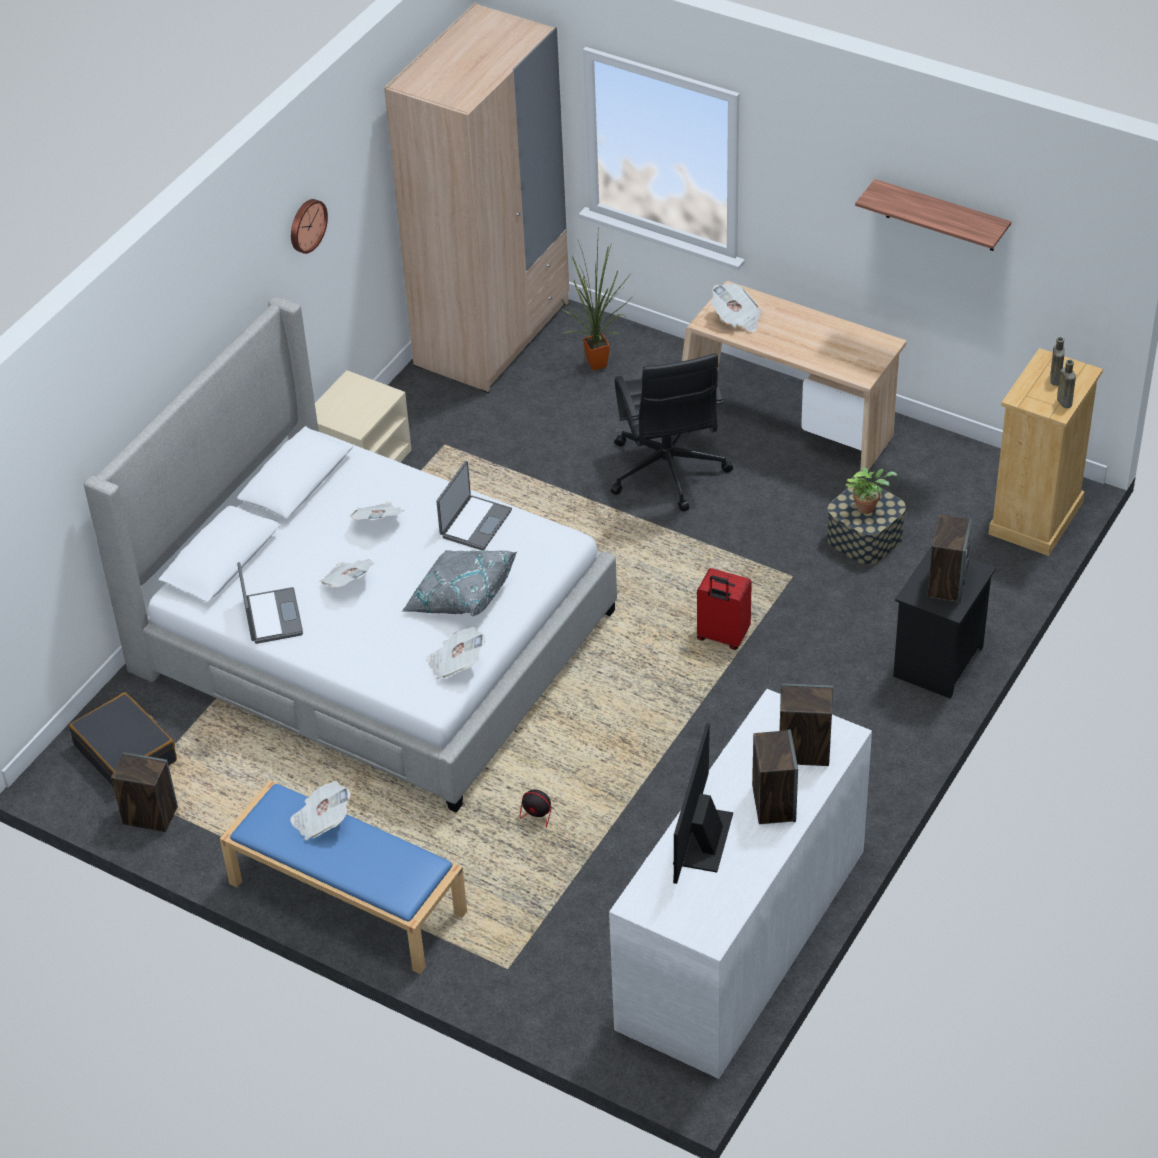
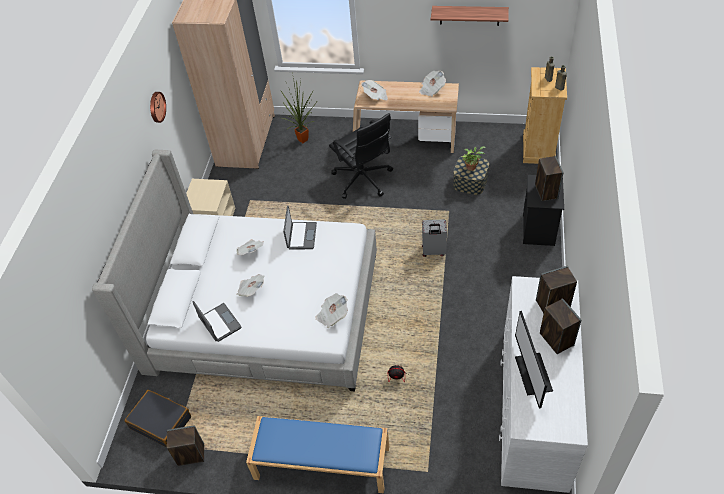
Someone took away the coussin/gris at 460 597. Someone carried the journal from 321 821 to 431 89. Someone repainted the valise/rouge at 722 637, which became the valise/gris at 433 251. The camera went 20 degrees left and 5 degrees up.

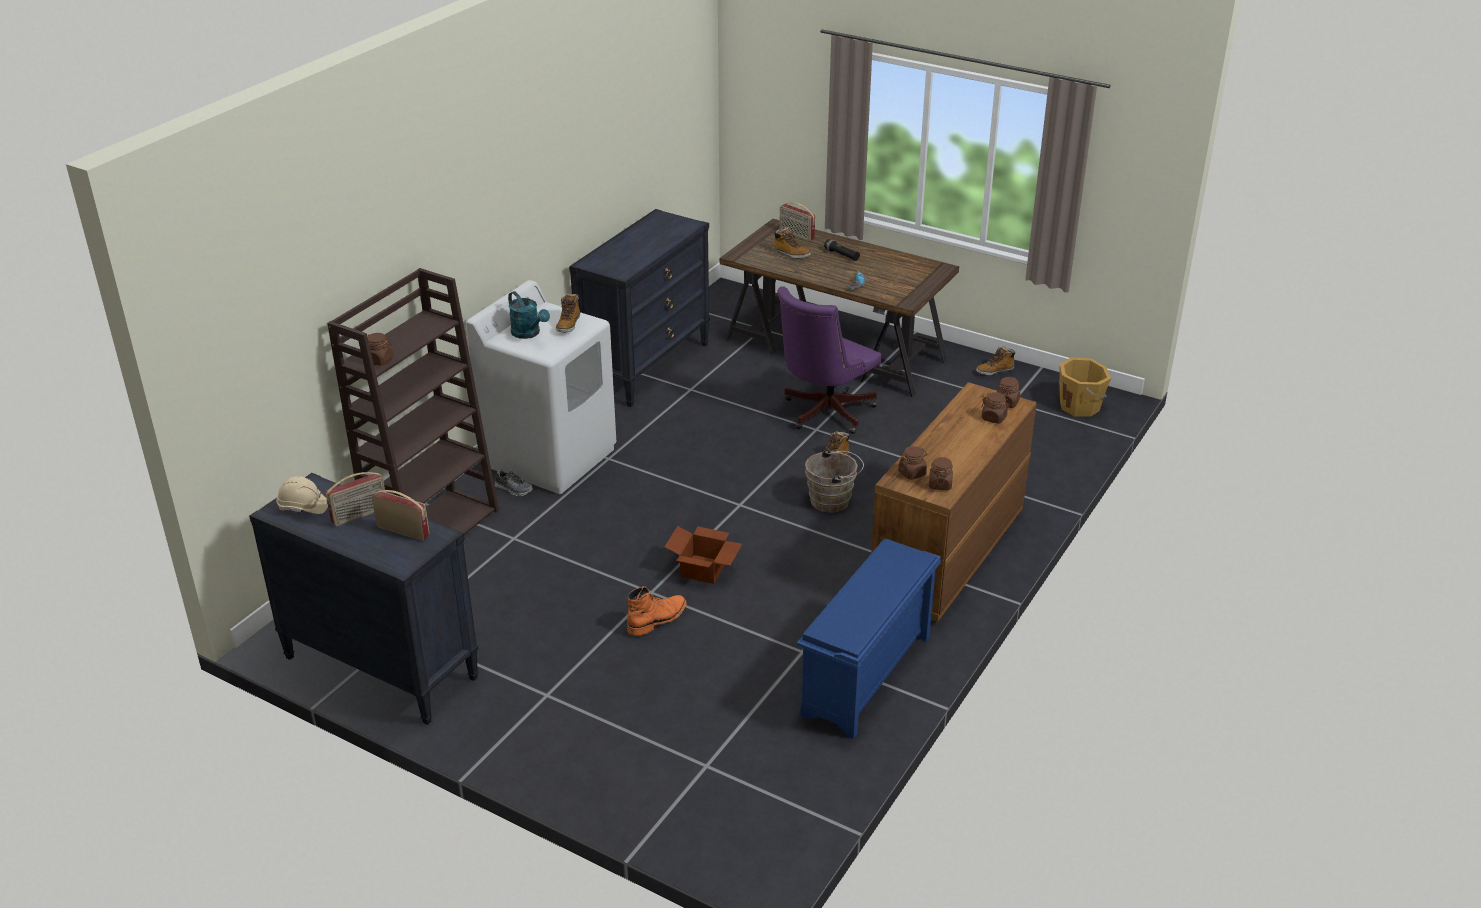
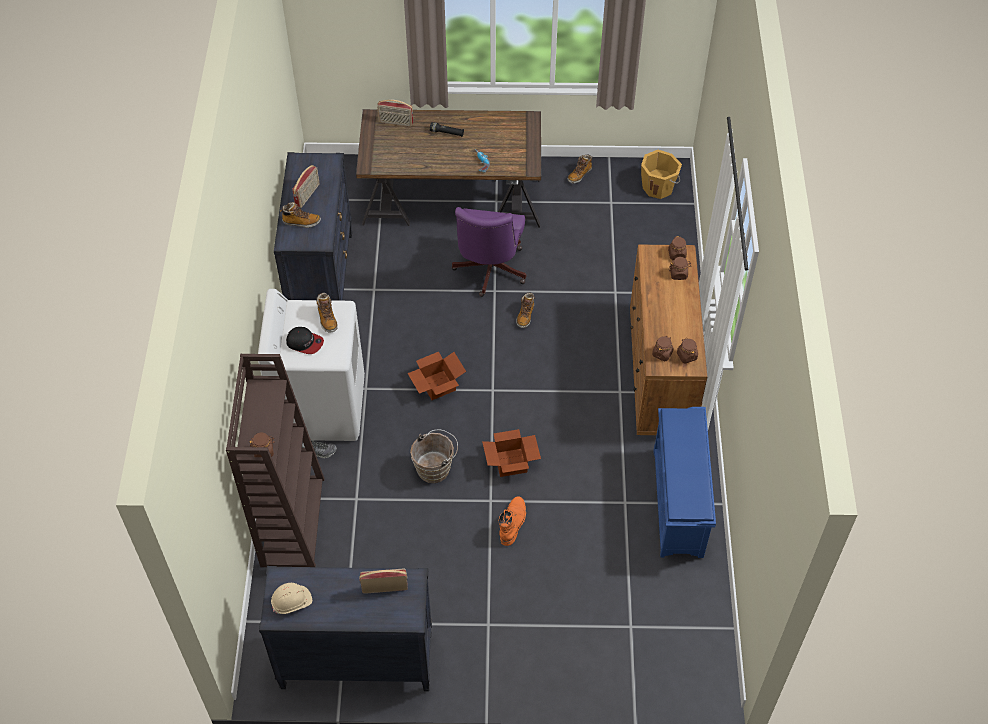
Someone put down the carton at 436 385. Someone carried the radio from 360 515 to 308 195. Someone carried the botte from 791 254 to 301 222. Someone carried the seau/marron from 833 501 to 436 468. Someone swapped the arrosoir/turquoise at 529 334 for the casquette at 305 343. The camera went 30 degrees left and 20 degrees up.

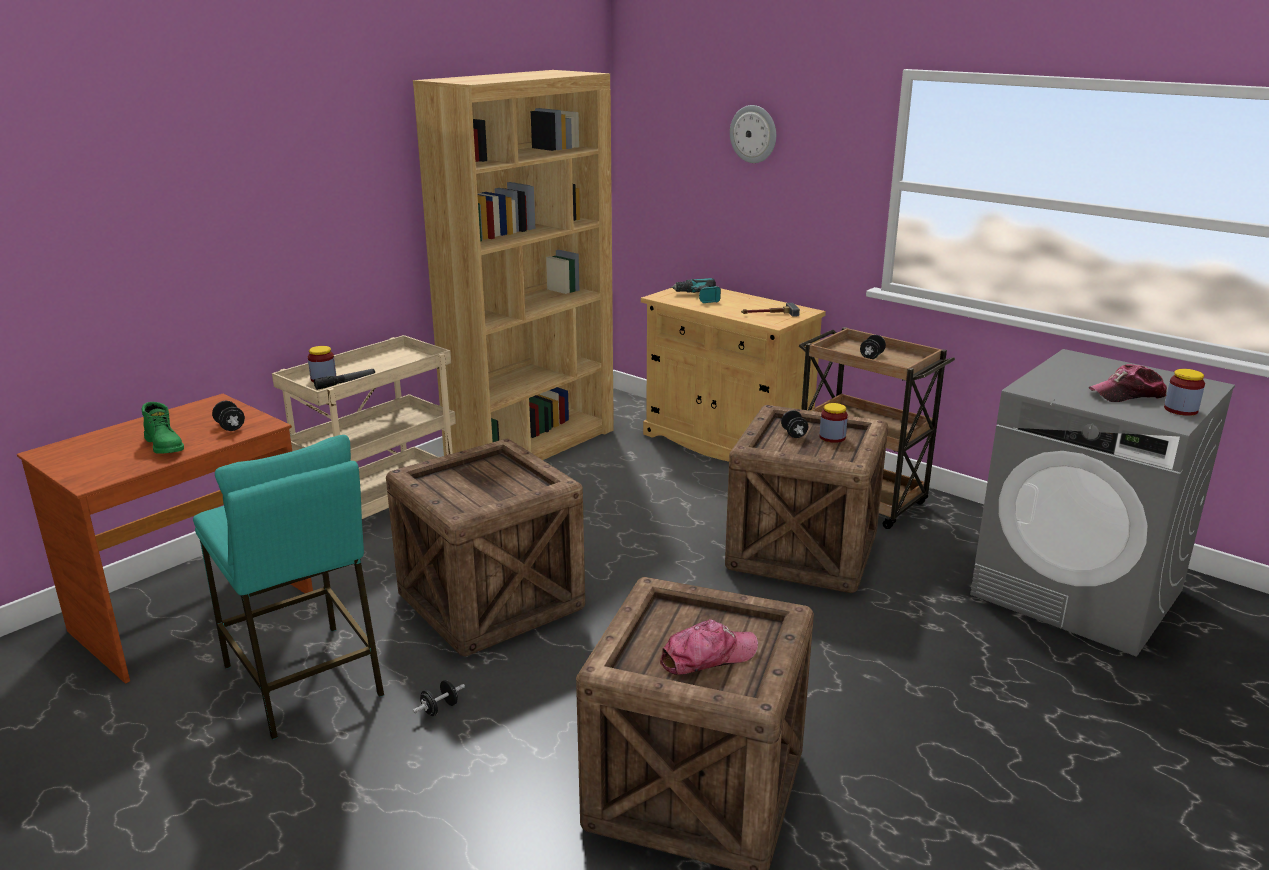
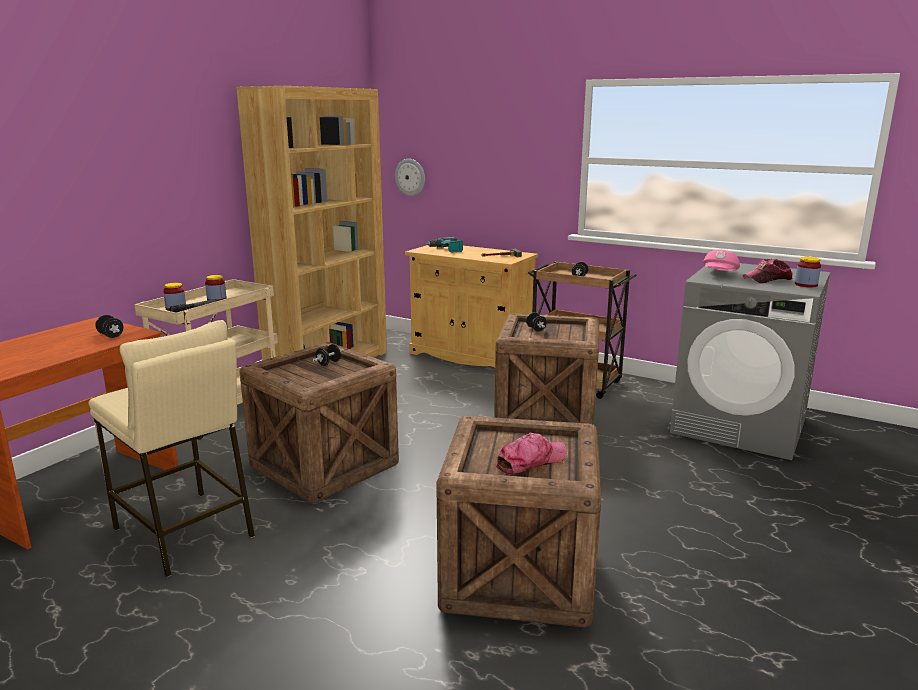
Someone took away the botte/vert at 165 446. Someone put down the casquette/rose at 720 274. Someone carried the haltère/noir from 440 709 to 328 363. Someone carried the horloge murale from 753 134 to 410 177. Someone carried the bocal from 832 437 to 216 299. Someone repainted the tabouret/turquoise at 303 680, which became the tabouret/beige at 184 532. The camera went 10 degrees left and 5 degrees down.

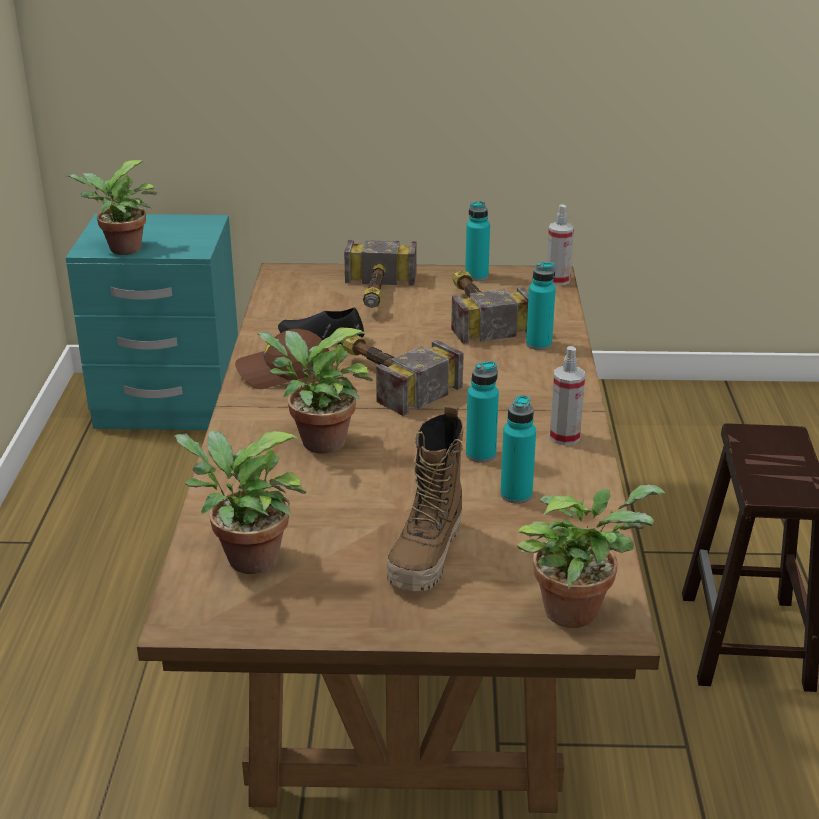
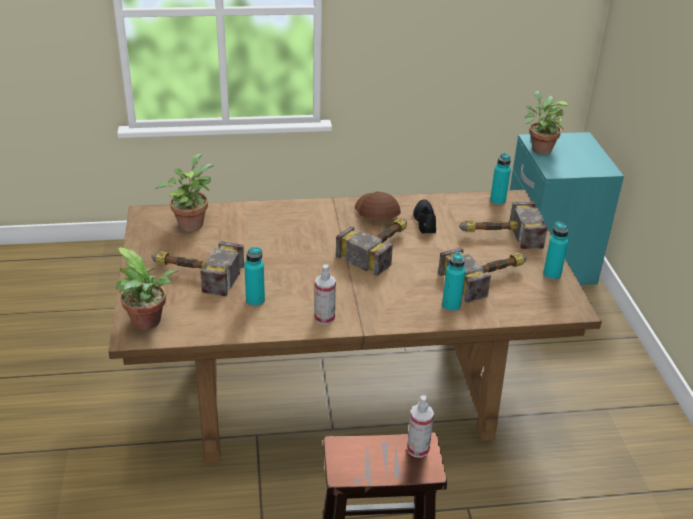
Someone took away the plante en pot at 317 443. Someone carried the bouteille/turquoise from 480 454 to 497 201. Someone carried the vaporisateur from 557 280 to 418 449. Someone swapped the botte at 427 557 for the marteau at 193 274. The camera went 80 degrees right and 5 degrees up.

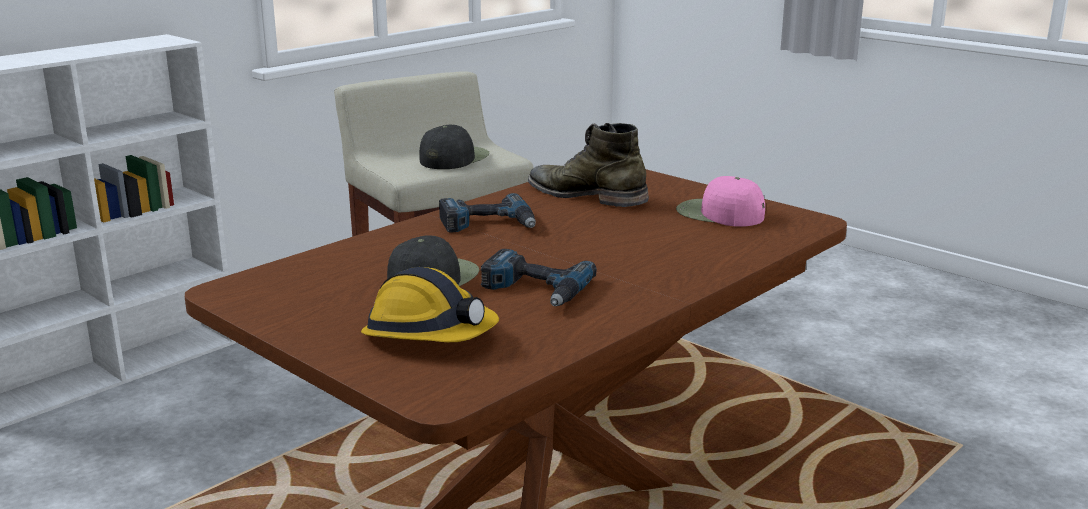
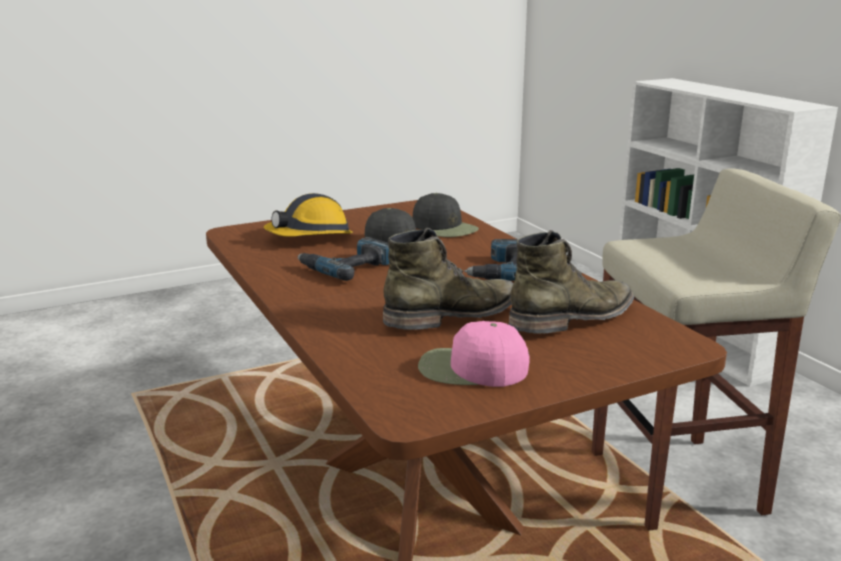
Someone put down the botte/vert at 454 315. Someone carried the casquette/noir from 453 158 to 445 227. Someone rotated the casquette/rose at 719 214 by 135 degrees counterclockwise. The camera went 110 degrees right and 0 degrees up.

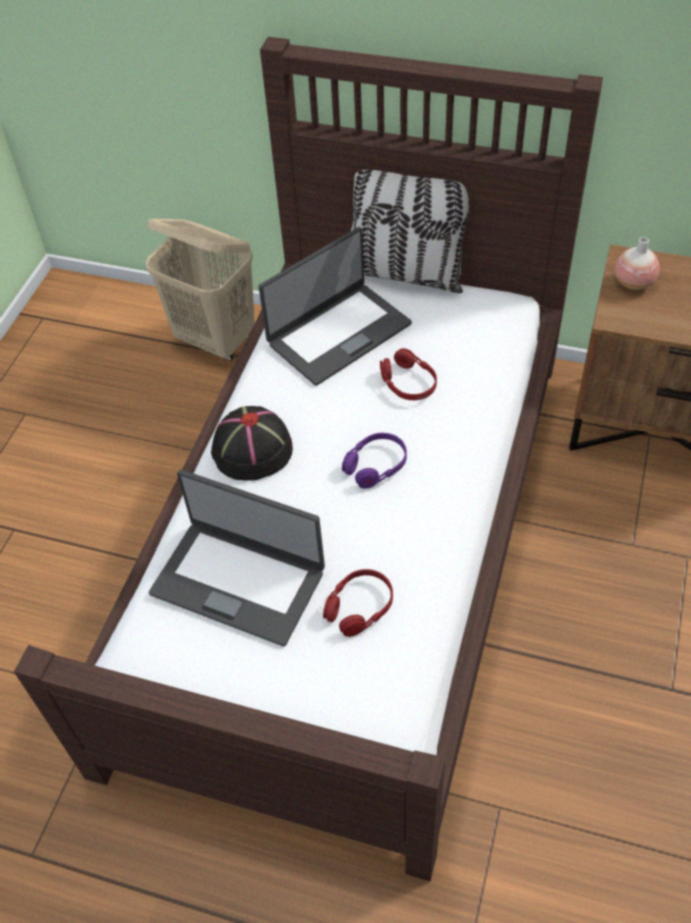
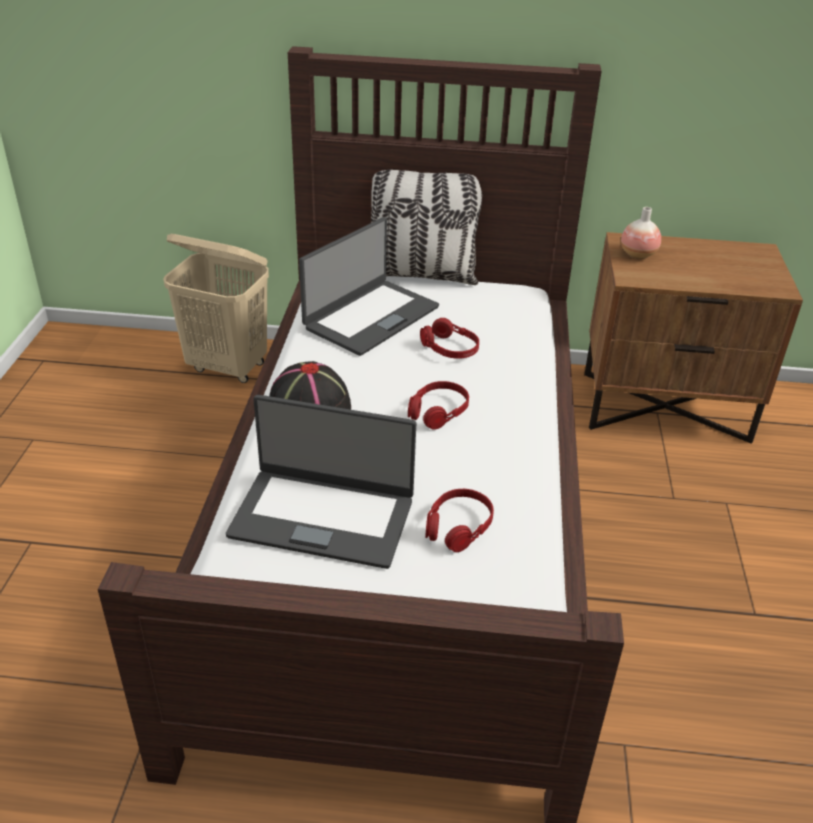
Someone repainted the casque audio/violet at 375 466, which became the casque audio/rouge at 438 412. The camera went 15 degrees left and 15 degrees down.

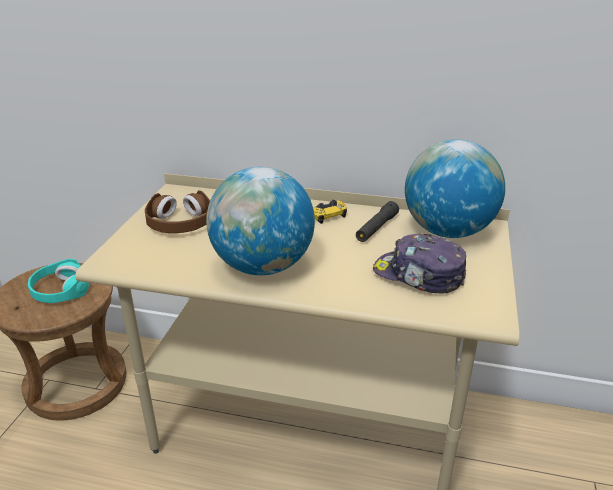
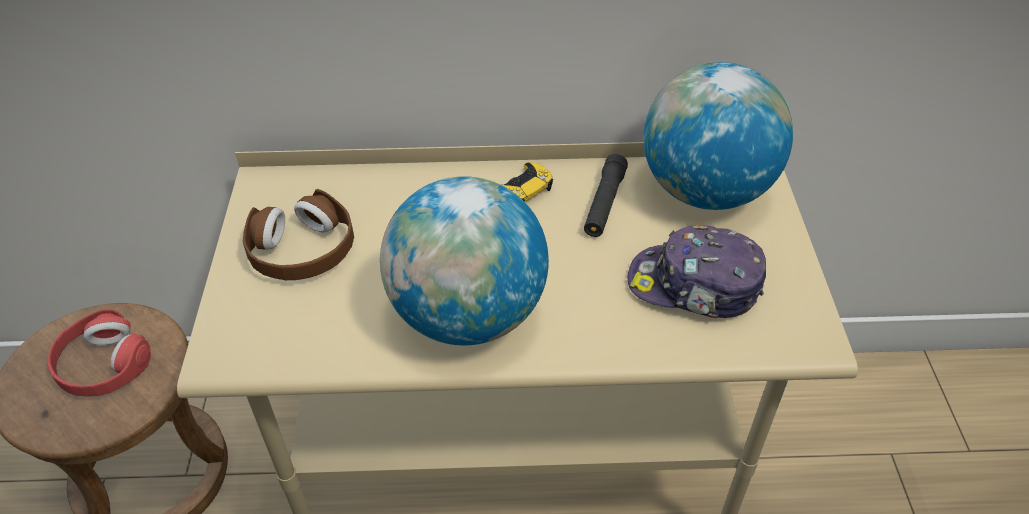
Someone repainted the casque audio/turquoise at 60 290, which became the casque audio/rouge at 103 365. The camera went 15 degrees left and 15 degrees up.

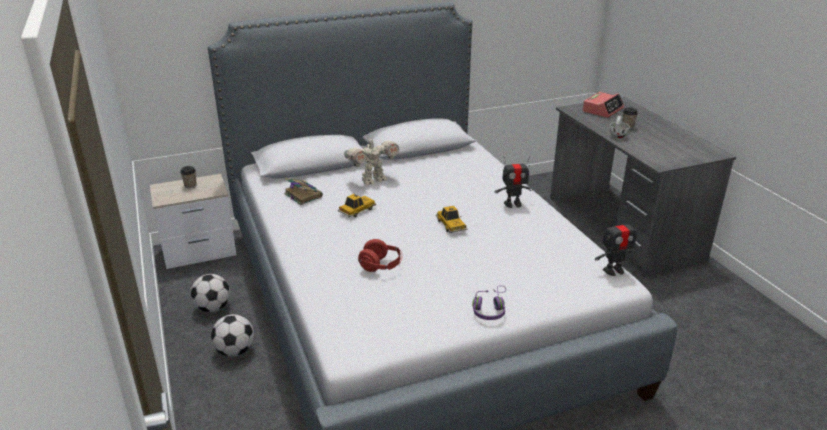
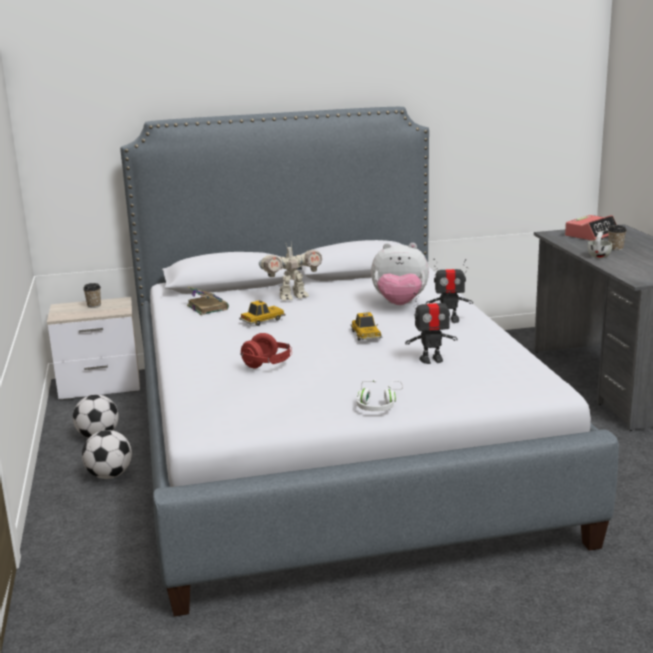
Someone put down the peluche at 399 304. Someone carried the robot jouet from 613 270 to 431 360. Someone repainted the casque audio/violet at 490 309, which became the casque audio/blanc at 379 405. The camera went 10 degrees right and 10 degrees down.

